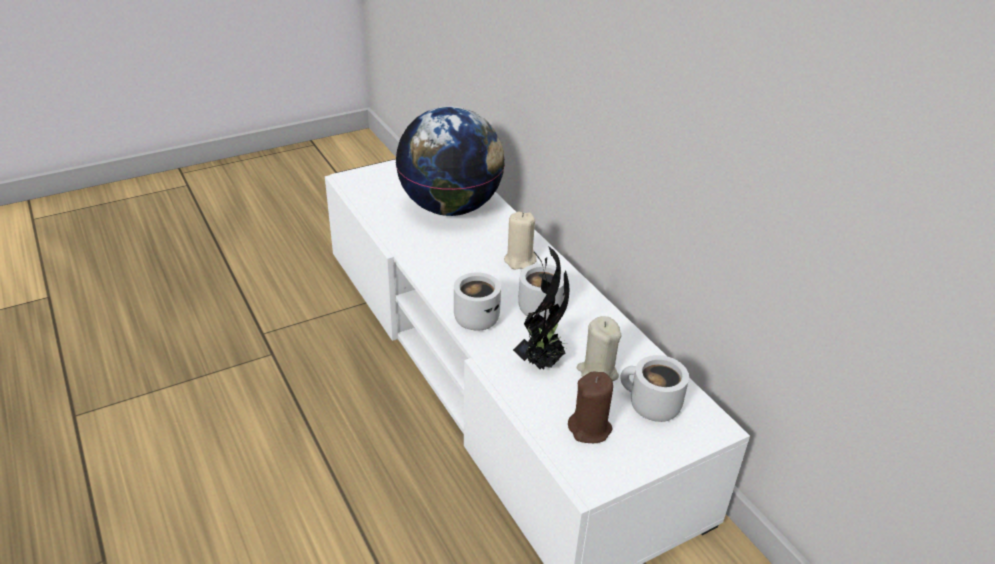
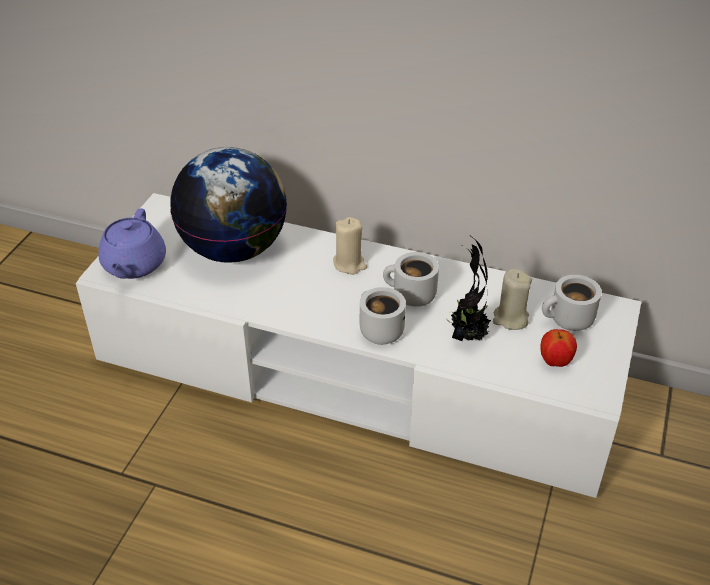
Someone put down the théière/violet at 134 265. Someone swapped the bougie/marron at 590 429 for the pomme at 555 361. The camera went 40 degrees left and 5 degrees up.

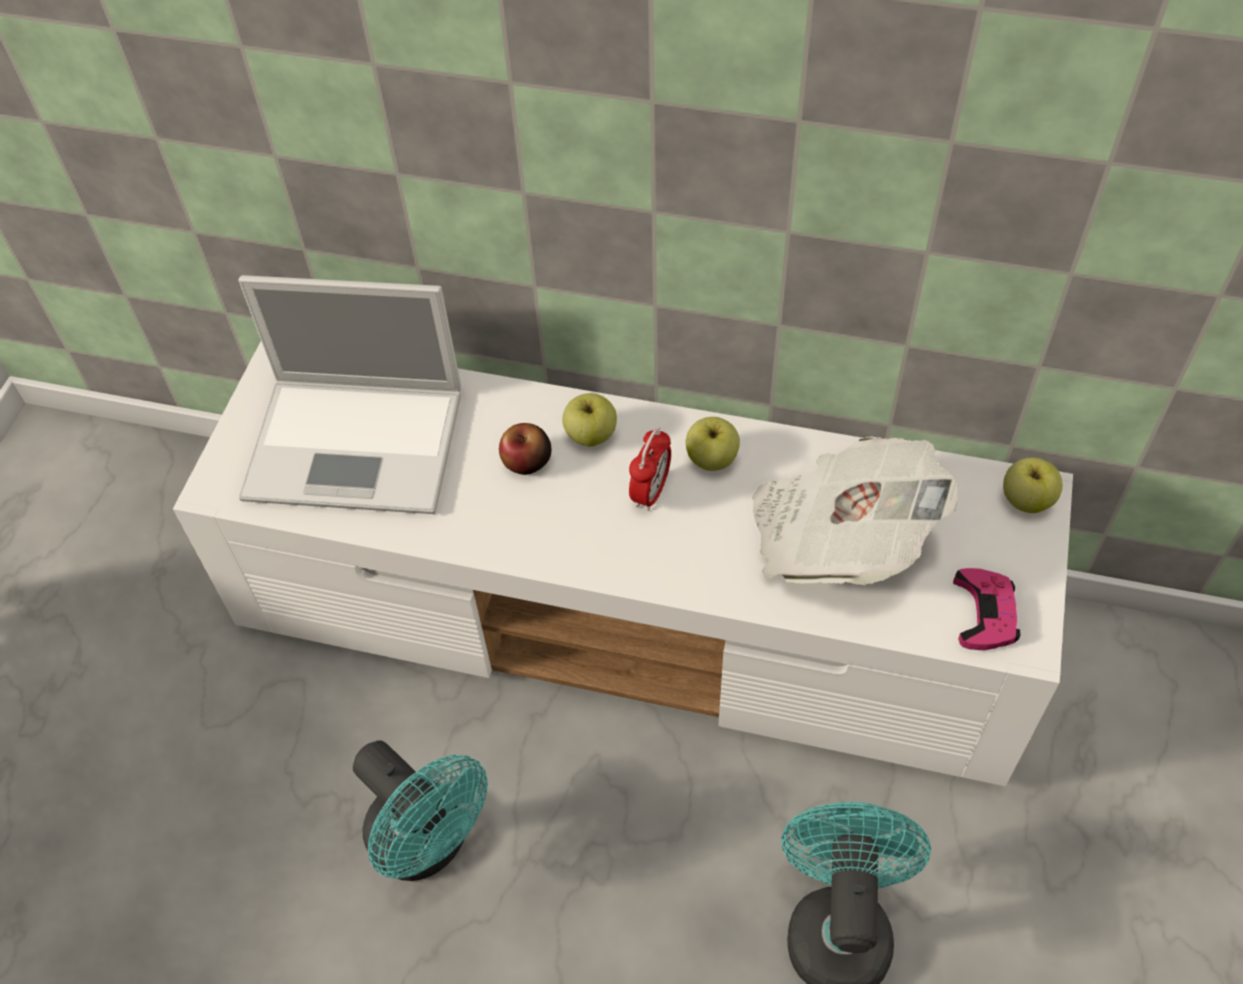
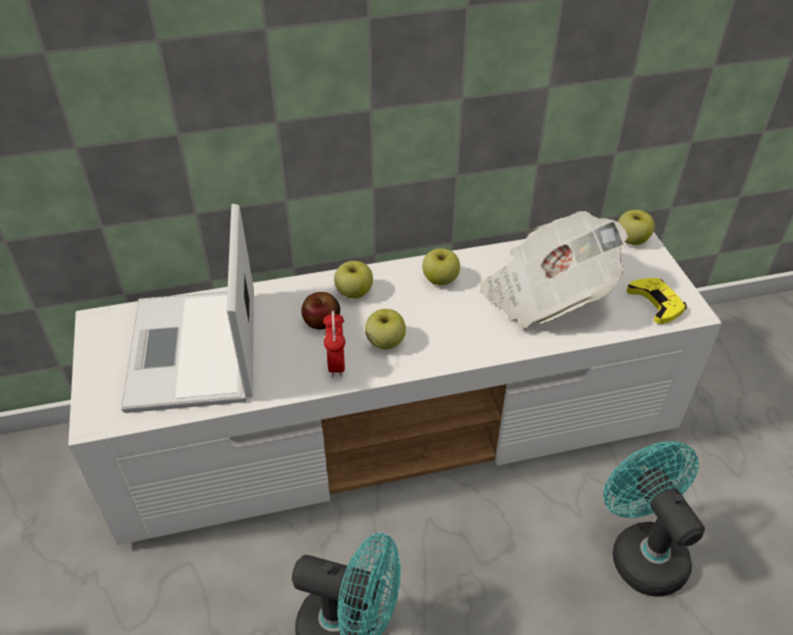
Someone put down the pomme at 385 342. Someone carried the réveil from 650 492 to 336 364. Someone repainted the manette/rose at 985 613, which became the manette/jaune at 656 303. Someone rotated the ordinateur portable at 359 444 by 105 degrees clockwise. The camera went 30 degrees left and 10 degrees down.

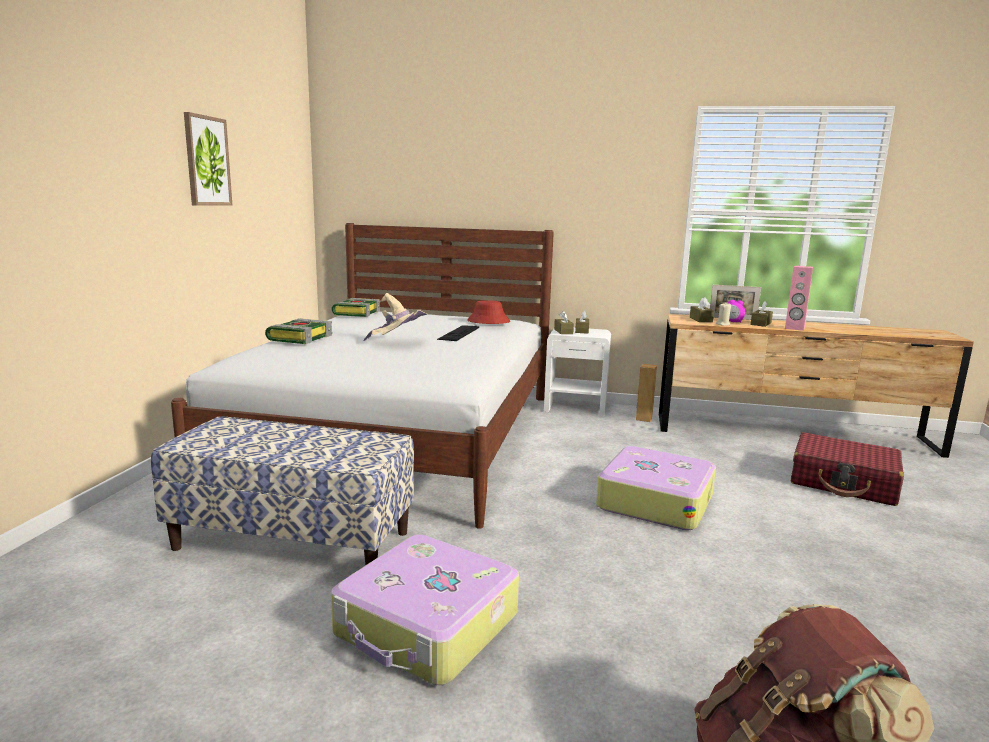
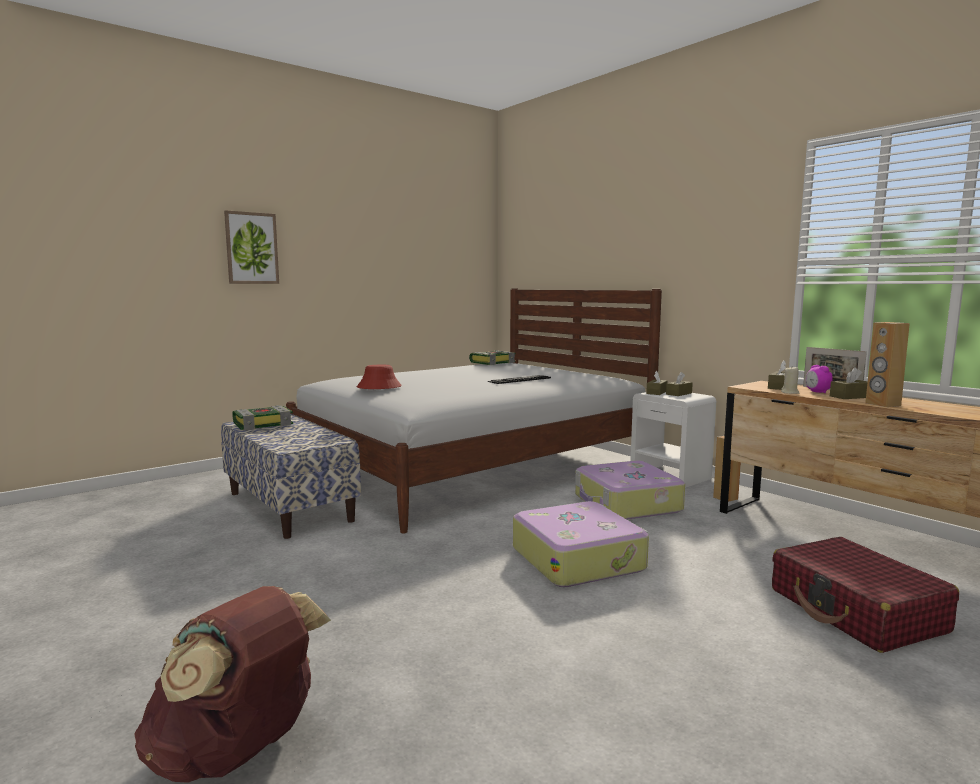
Someone took away the chapeau/beige at 398 343. Someone carried the tableau from 207 161 to 251 248. Someone carried the livre from 300 338 to 263 424. Someone carried the valise from 427 626 to 626 504. Someone carried the chapeau/rouge from 488 322 to 379 387. Someone repainted the enceinte/rose at 794 328, which became the enceinte/marron at 882 404. The camera went 40 degrees right and 5 degrees down.

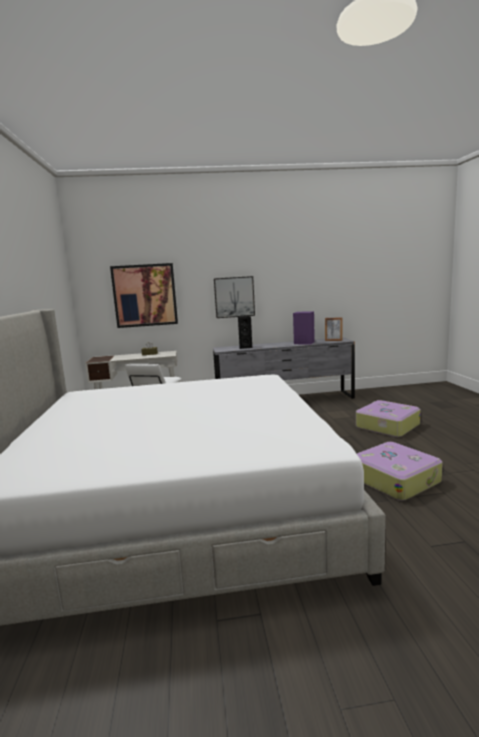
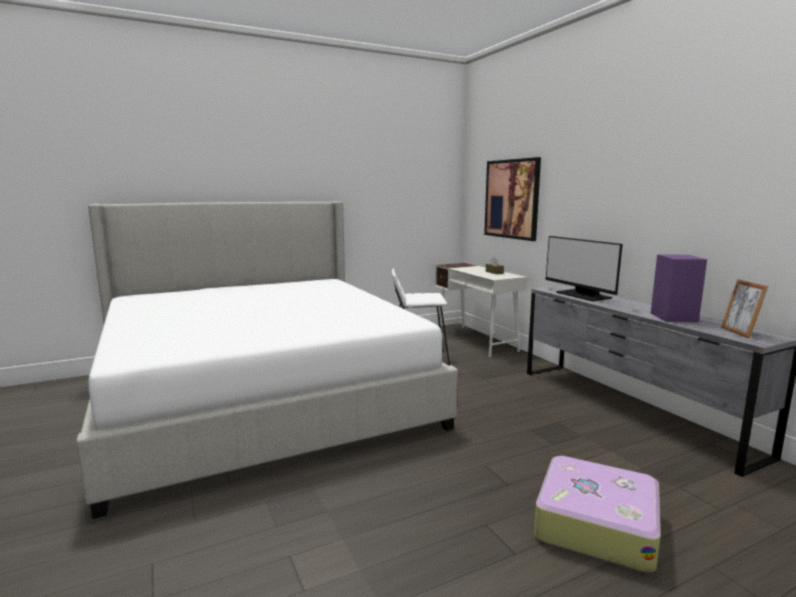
Someone took away the tableau at 234 297. Someone took away the valise at 395 479. Someone swapped the enceinte/noir at 245 347 for the écran d'ordinateur at 582 295. The camera went 70 degrees right and 0 degrees up.

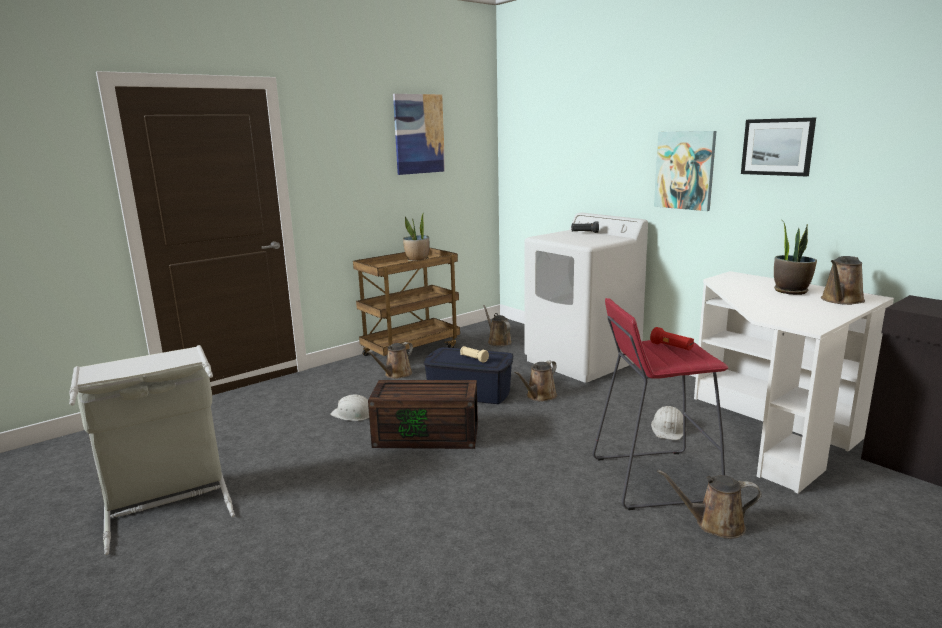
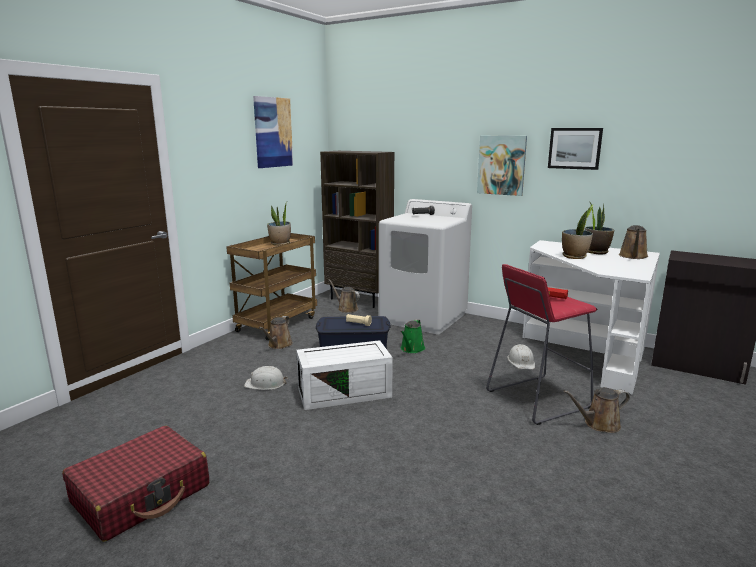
Someone put down the bibliothèque/marron at 359 300. Someone put down the plante en pot at 574 256. Someone swapped the panier à linge/gris at 168 504 for the valise/rouge at 142 494. Someone repainted the boîte de rangement/marron at 428 435, which became the boîte de rangement/blanc at 345 392. Someone repainted the arrosoir/marron at 539 396, which became the arrosoir/vert at 411 349. The camera went 20 degrees left and 0 degrees up.

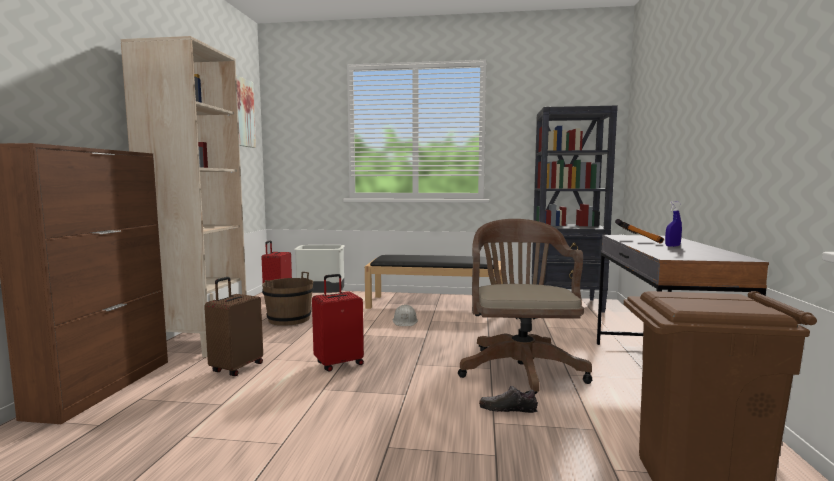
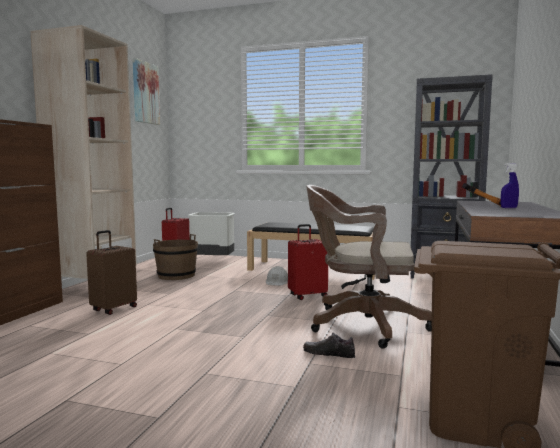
Someone carried the valise/rouge from 338 363 to 307 296. Someone rotated the chaise de bureau/marron at 520 369 by 90 degrees counterclockwise. The camera went 10 degrees right and 0 degrees up.

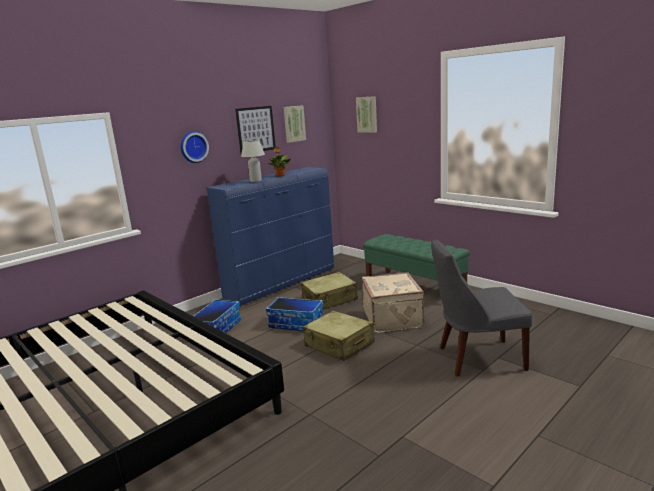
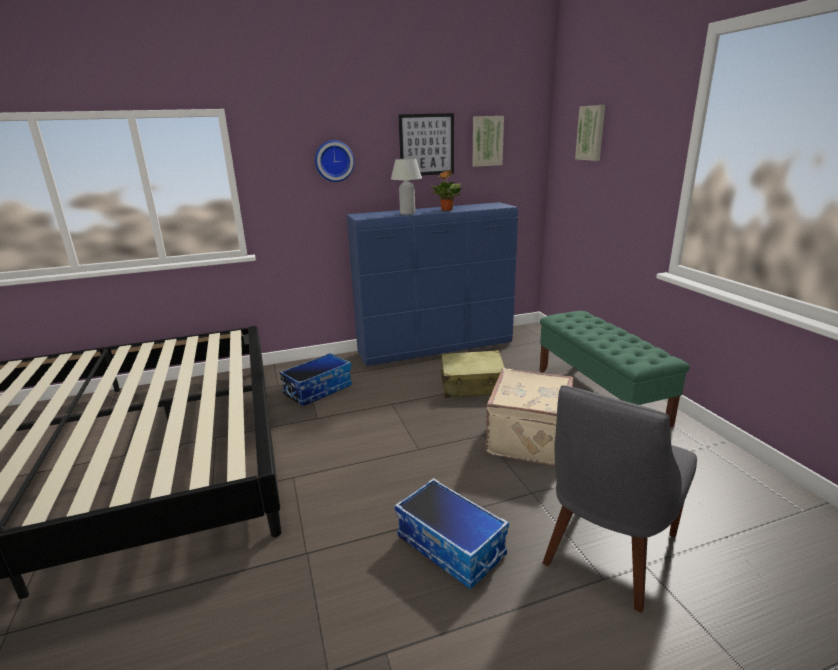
Someone took away the valise/beige at 339 345. Someone carried the boîte de rangement from 297 323 to 452 546. Someone rotated the chaise/gris at 477 358 by 75 degrees counterclockwise. The camera went 25 degrees right and 5 degrees up.

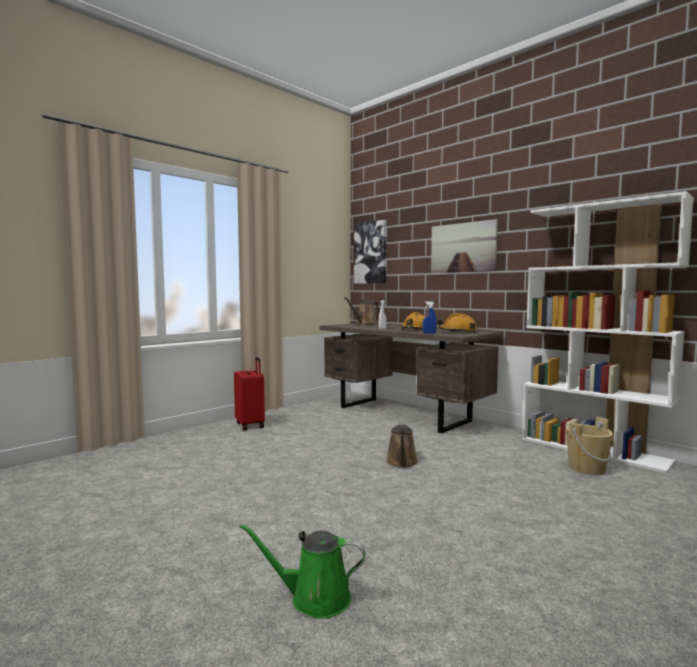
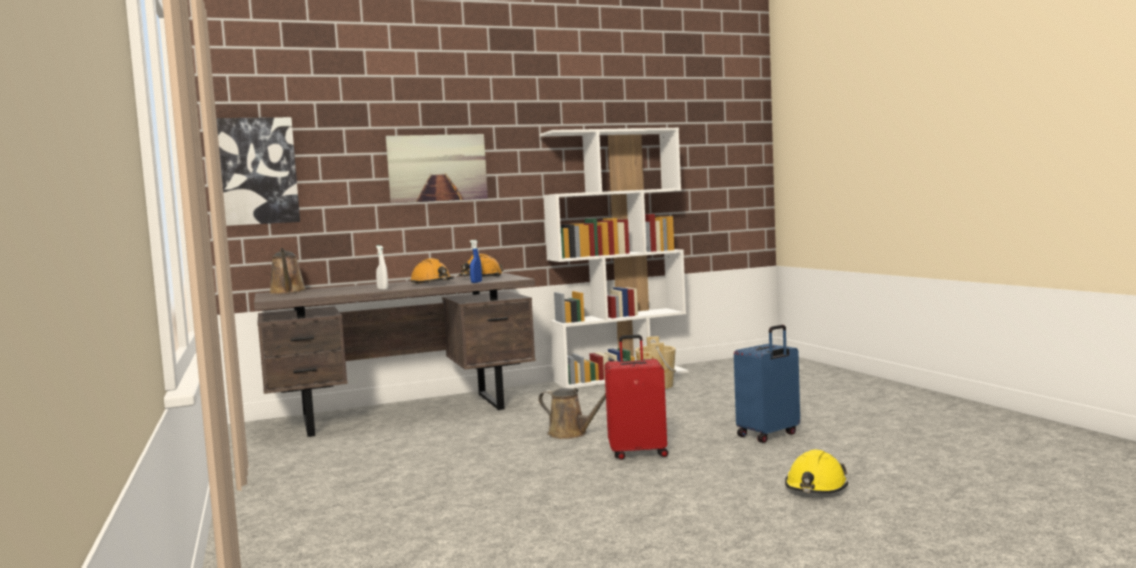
Someone put down the valise/bleu at 769 435. Someone carried the valise/rouge from 250 425 to 638 453. Someone swapped the arrosoir/vert at 314 598 for the casque de chantier/jaune at 816 488. The camera went 65 degrees left and 0 degrees up.

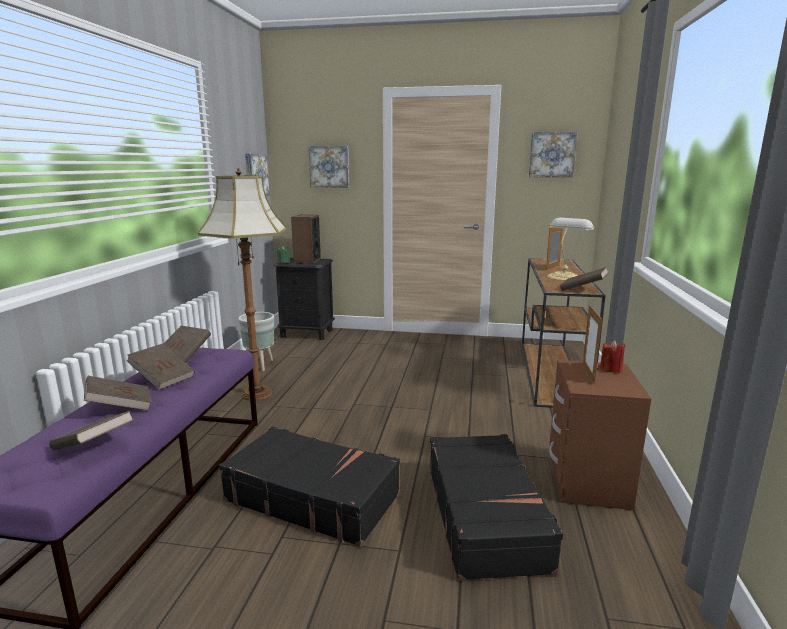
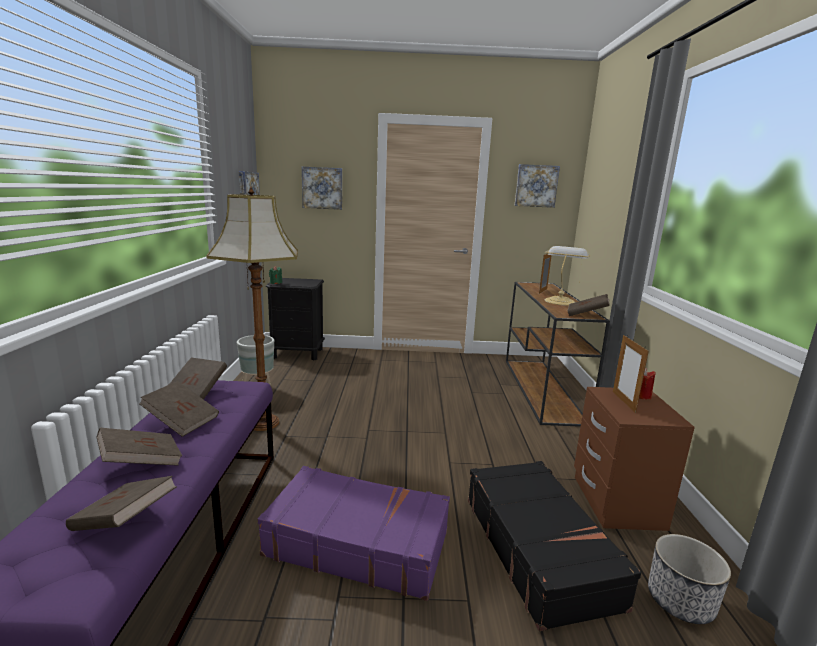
Someone took away the enceinte at 307 261. Someone put down the cache-pot at 680 601. Someone repainted the valise/noir at 312 497, which became the valise/violet at 357 542. The camera went 10 degrees left and 0 degrees up.

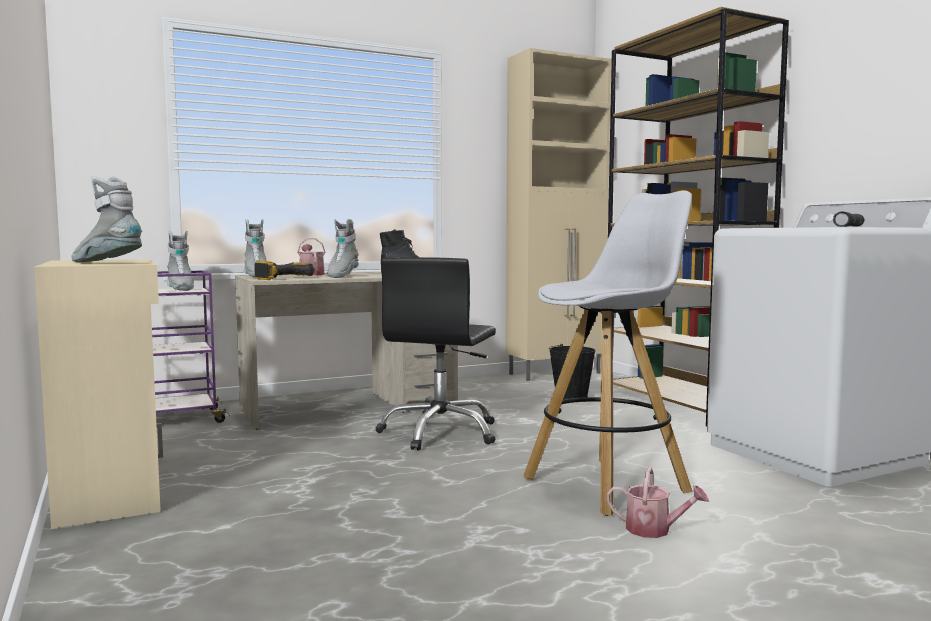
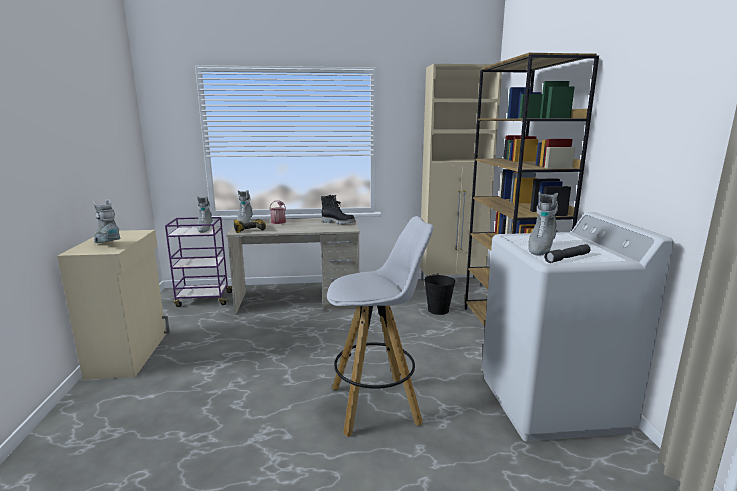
Someone took away the chaise de bureau/noir at 440 432. Someone took away the arrosoir at 654 530. Someone carried the botte/gris from 342 276 to 540 248. The camera went 20 degrees right and 10 degrees up.

